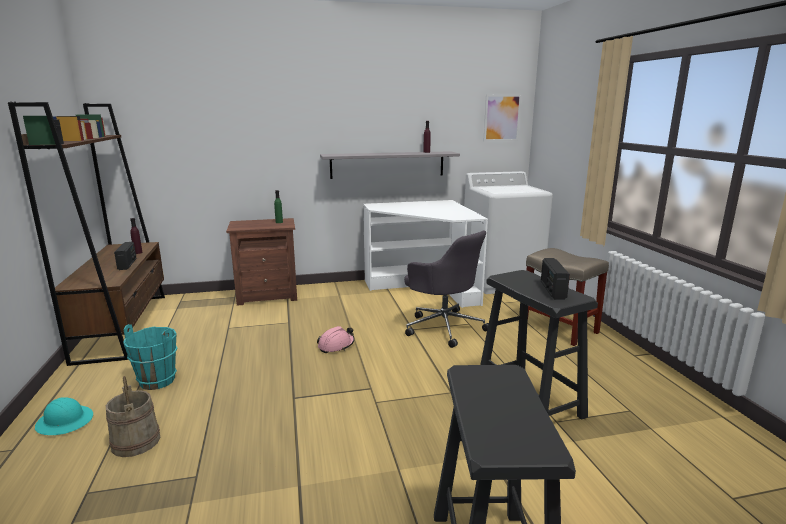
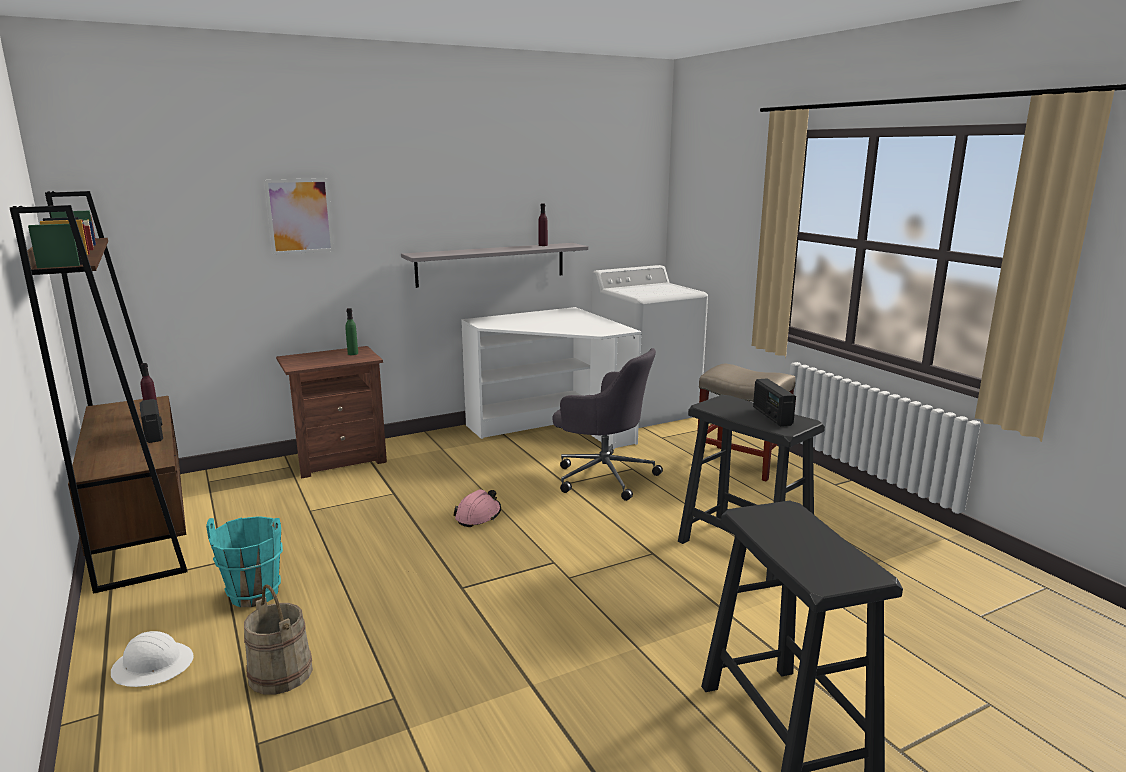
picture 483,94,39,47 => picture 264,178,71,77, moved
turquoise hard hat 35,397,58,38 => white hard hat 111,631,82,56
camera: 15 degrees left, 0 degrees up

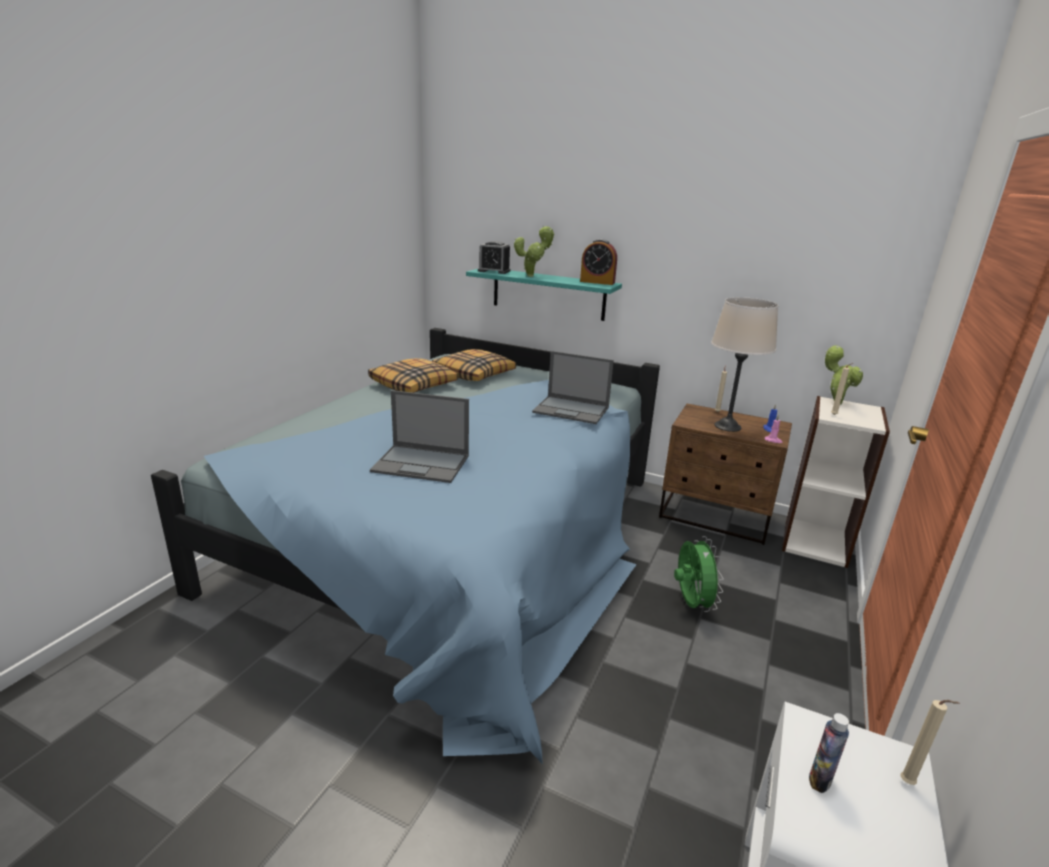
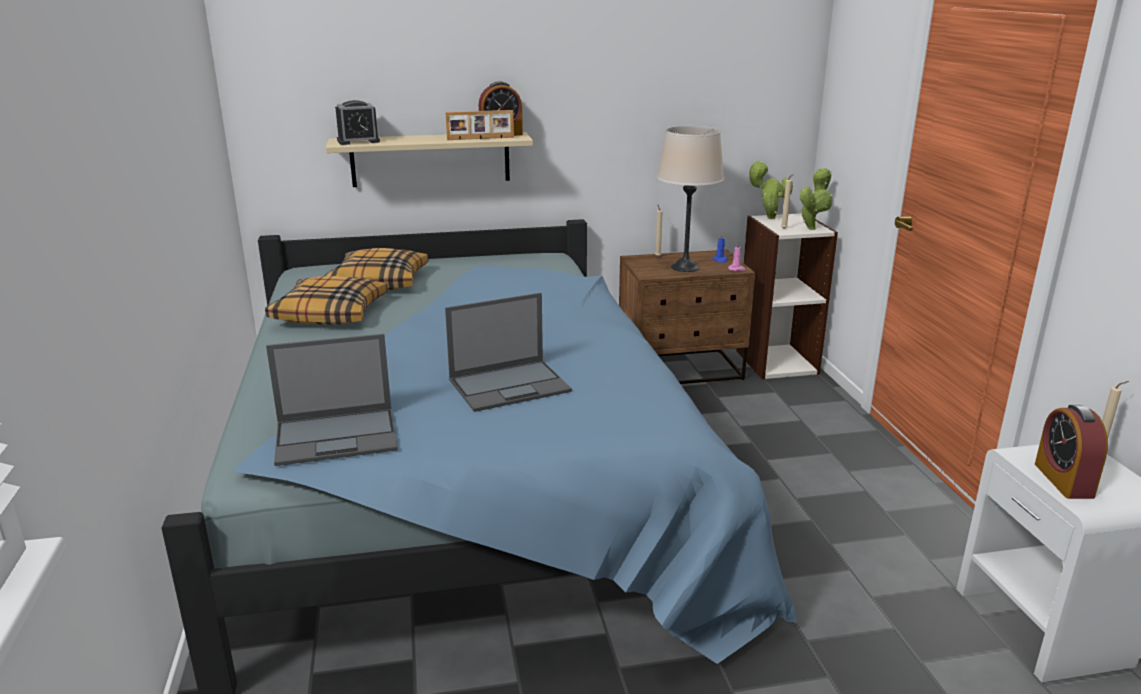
green fan 674,536,50,76 => nothing
nothing => picture frame 445,110,69,30
potted plant 514,225,40,52 => potted plant 800,168,32,62, moved
laptop 532,351,82,73 => laptop 266,334,132,132, moved
bottle 809,713,40,80 => alarm clock 1035,405,73,94
turquoise shelf 466,269,156,52 => beige shelf 326,132,207,55
camera: 35 degrees left, 0 degrees up

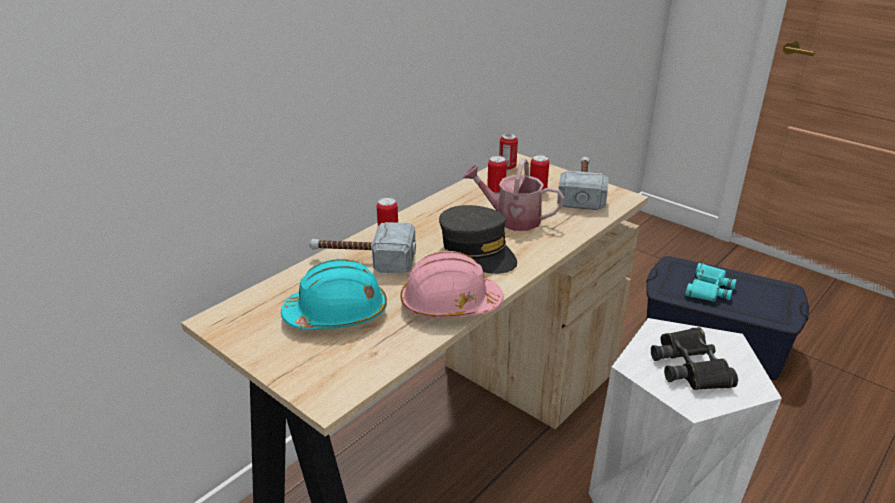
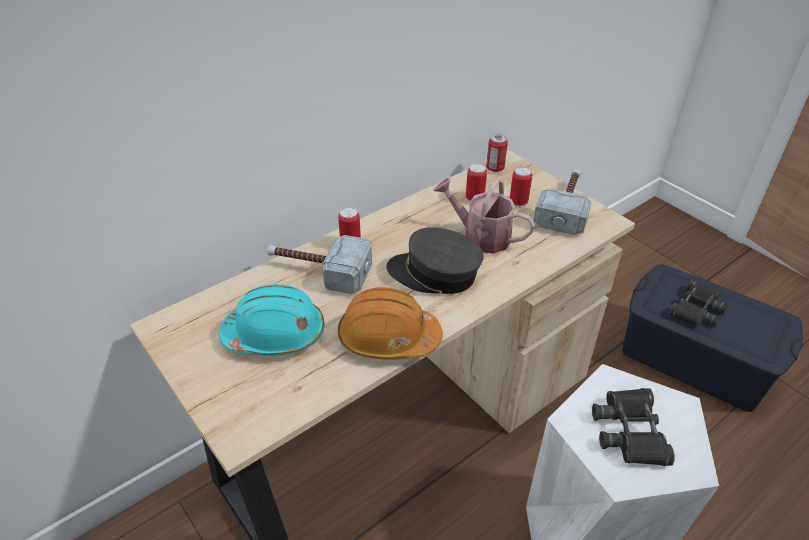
pink hard hat 401,251,103,67 => orange hard hat 338,287,105,73
turquoise binoculars 685,263,52,39 => black binoculars 669,279,60,47
grey cap 439,205,78,69 => grey cap 386,227,98,67, 135 degrees clockwise
camera: 10 degrees right, 10 degrees up

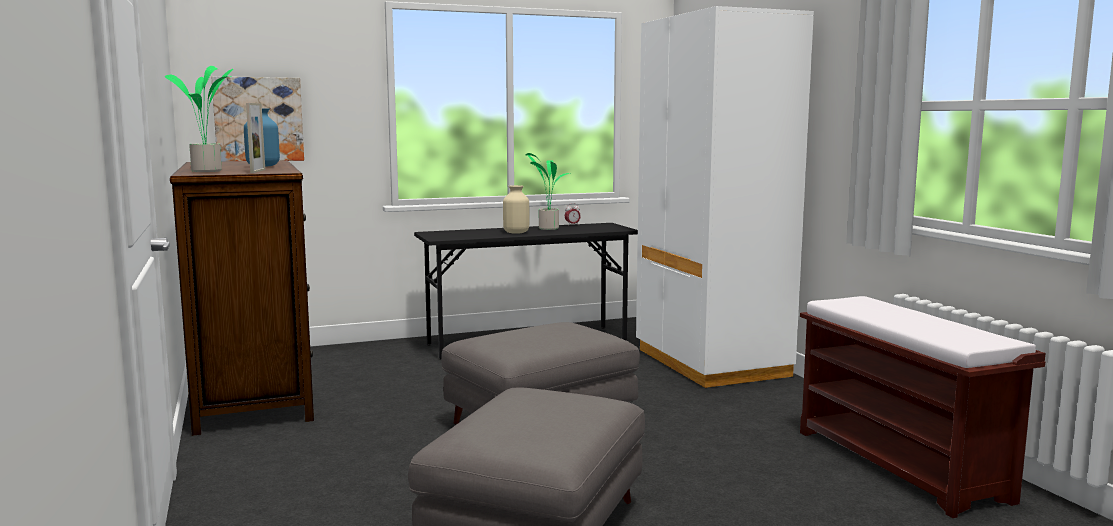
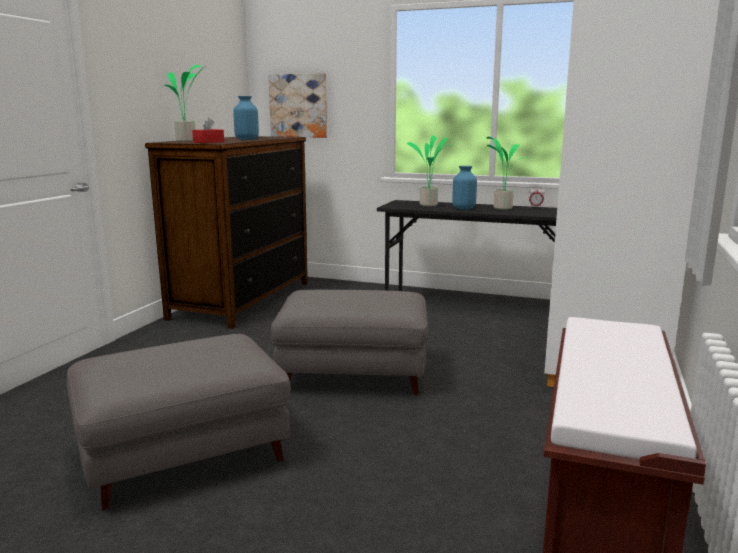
nothing => potted plant 407,135,41,71
picture frame 246,103,19,70 => red tissue box 192,118,32,25
beige vase 503,185,26,49 => blue vase 452,166,25,43
camera: 40 degrees right, 5 degrees up

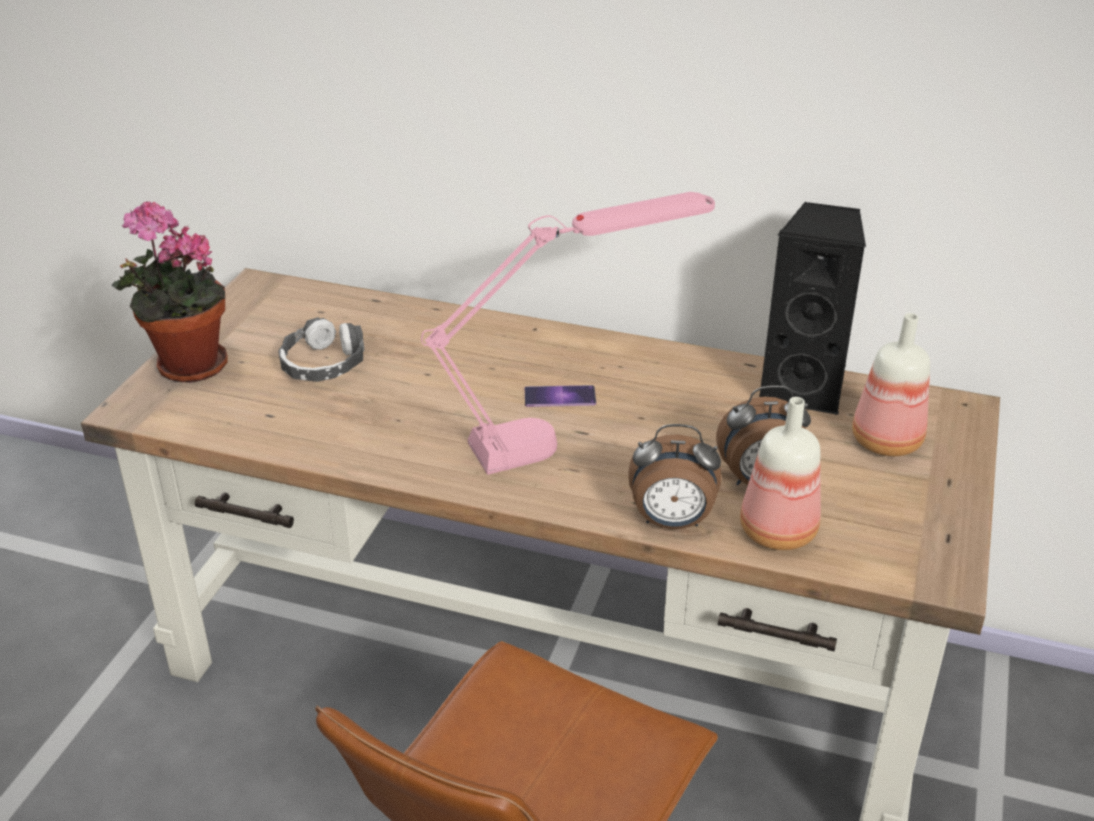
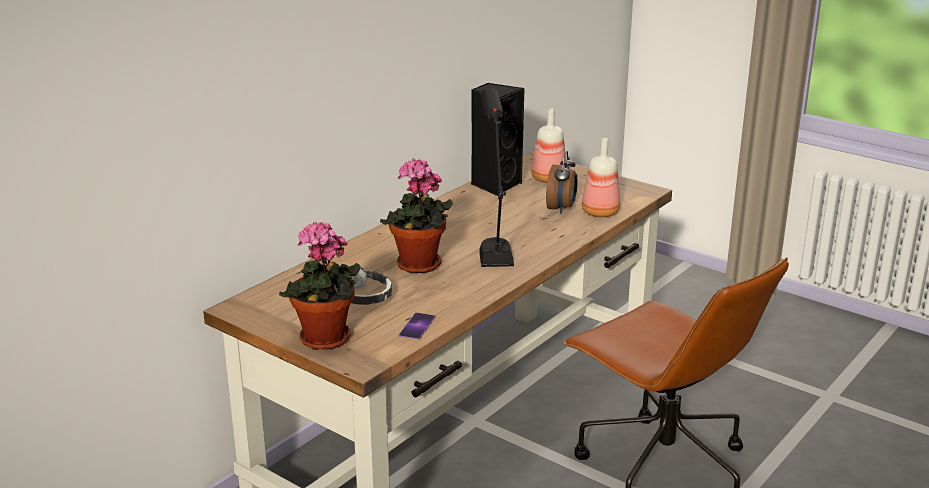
alarm clock 628,424,93,105 => nothing
nothing => potted plant 380,159,73,114
phone 525,385,71,22 => phone 399,313,36,27, moved
pink table lamp 421,192,294,283 => black table lamp 479,88,35,179
camera: 70 degrees left, 10 degrees down

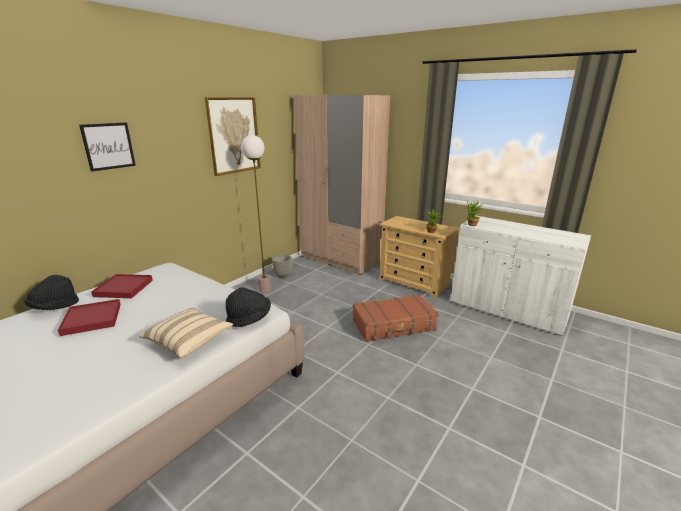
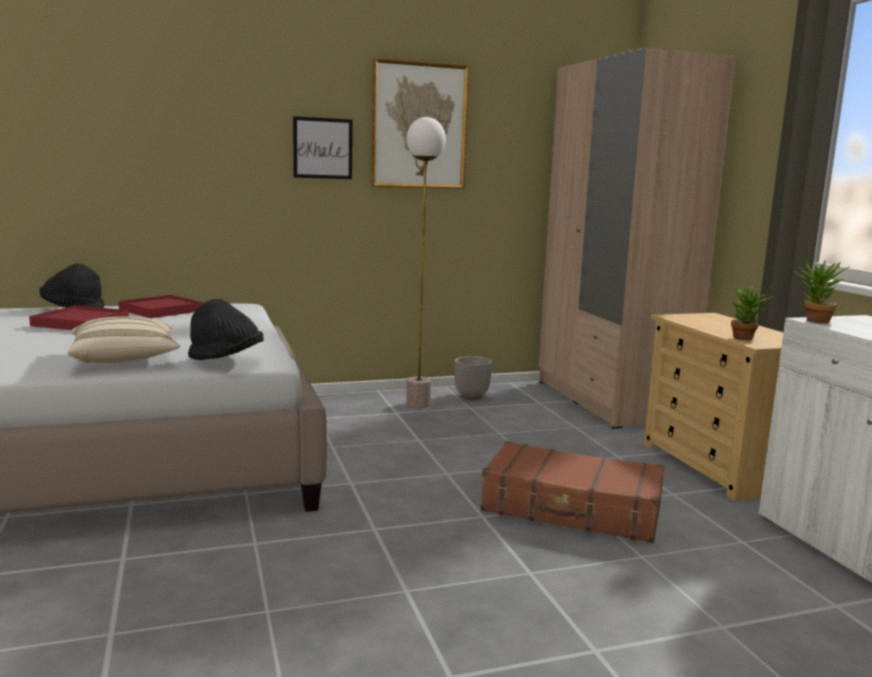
picture 79,123,57,49 => picture 293,116,60,63, moved
camera: 35 degrees right, 10 degrees down

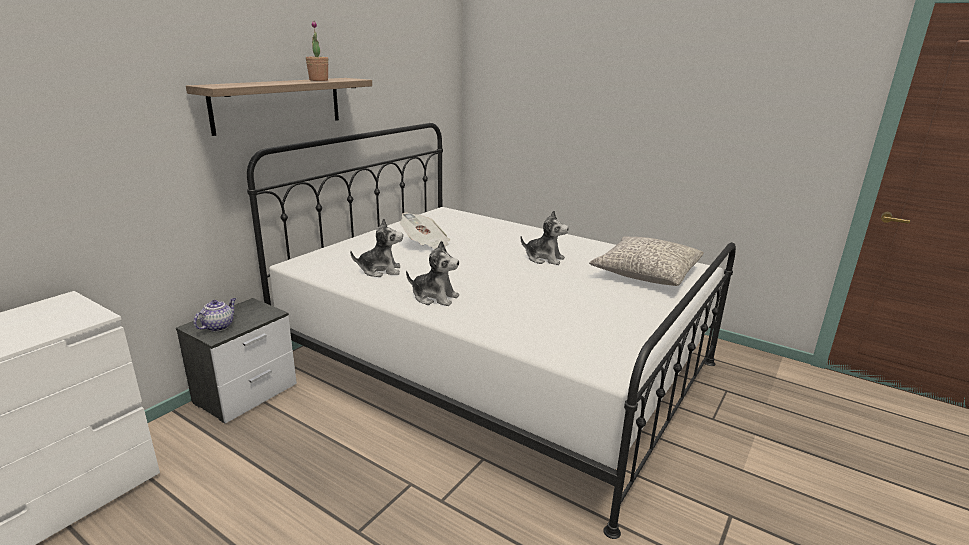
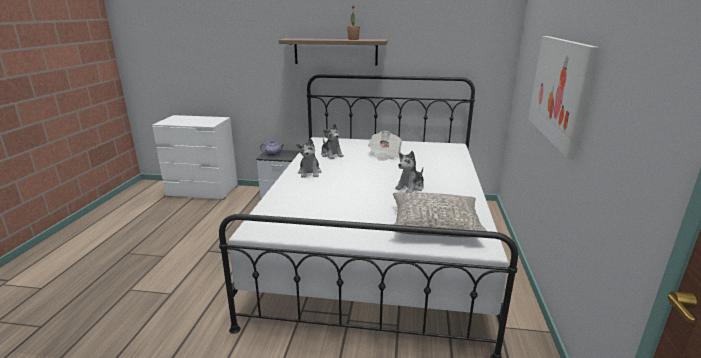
nothing => picture 528,36,71,123
plush toy 521,210,48,55 => plush toy 395,151,29,42, 45 degrees clockwise
camera: 65 degrees right, 0 degrees up

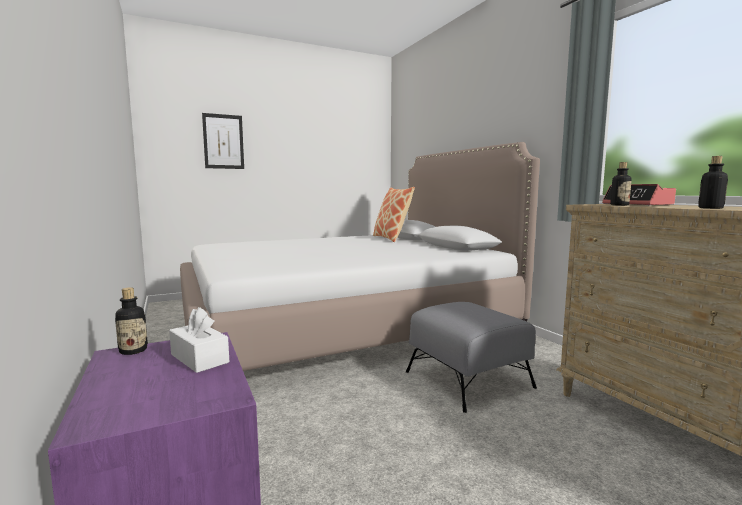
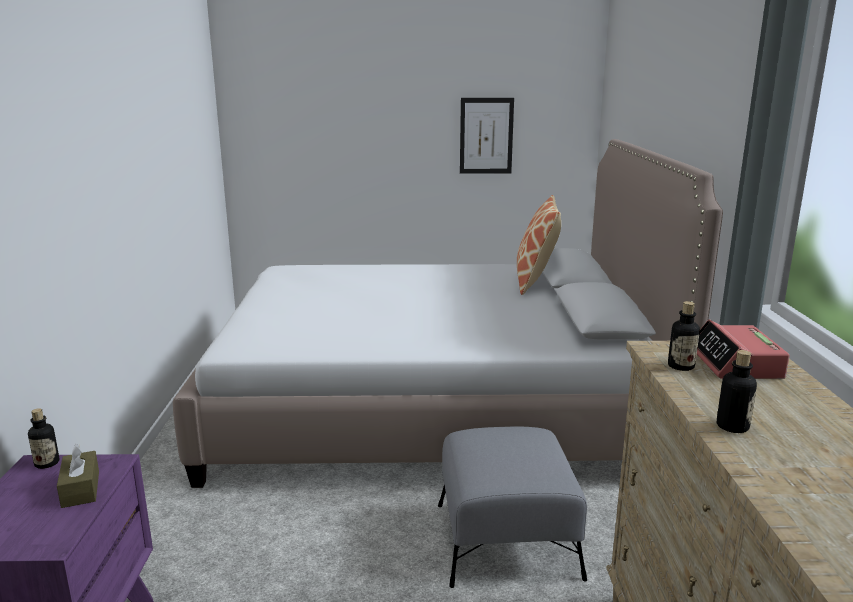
picture 202,113,42,56 => picture 460,98,54,76, moved
white tissue box 169,307,60,66 => brown tissue box 57,444,42,64
camera: 25 degrees right, 10 degrees up

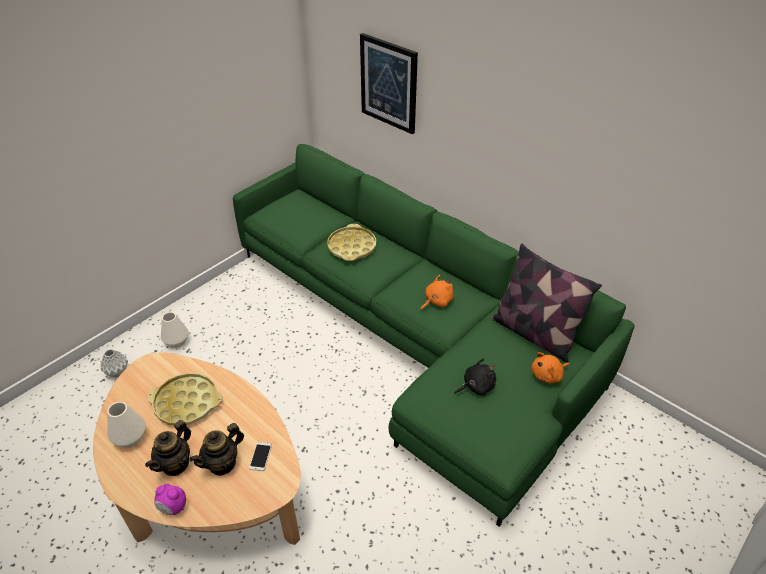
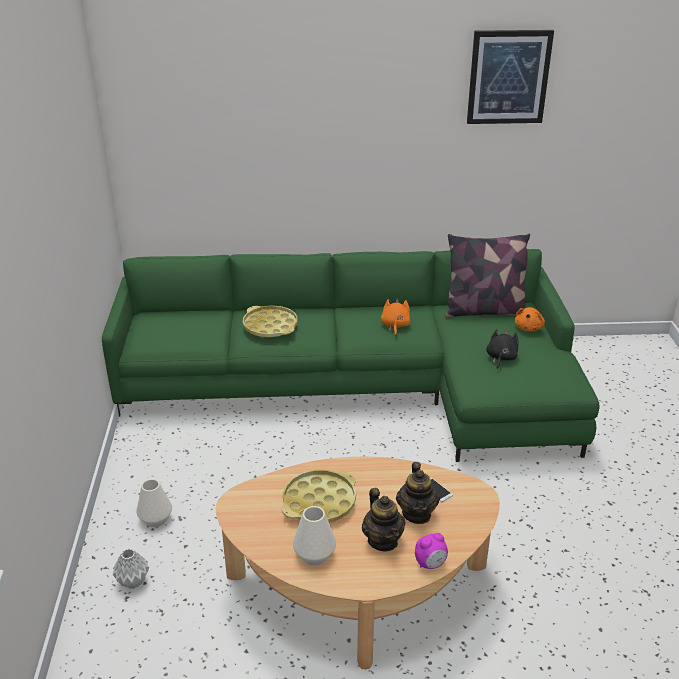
picture 360,33,58,101 => picture 467,30,87,94, moved
camera: 45 degrees left, 10 degrees down

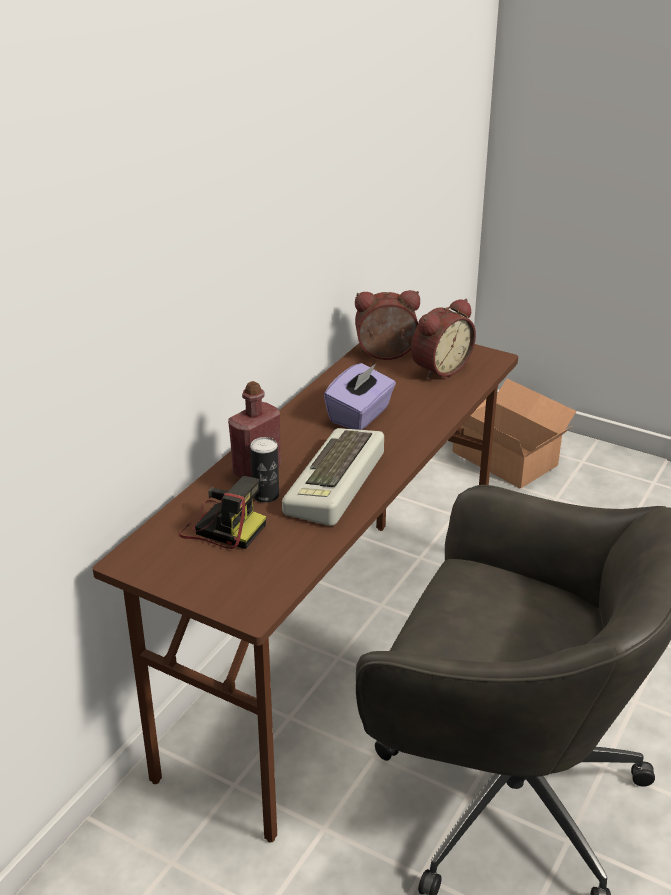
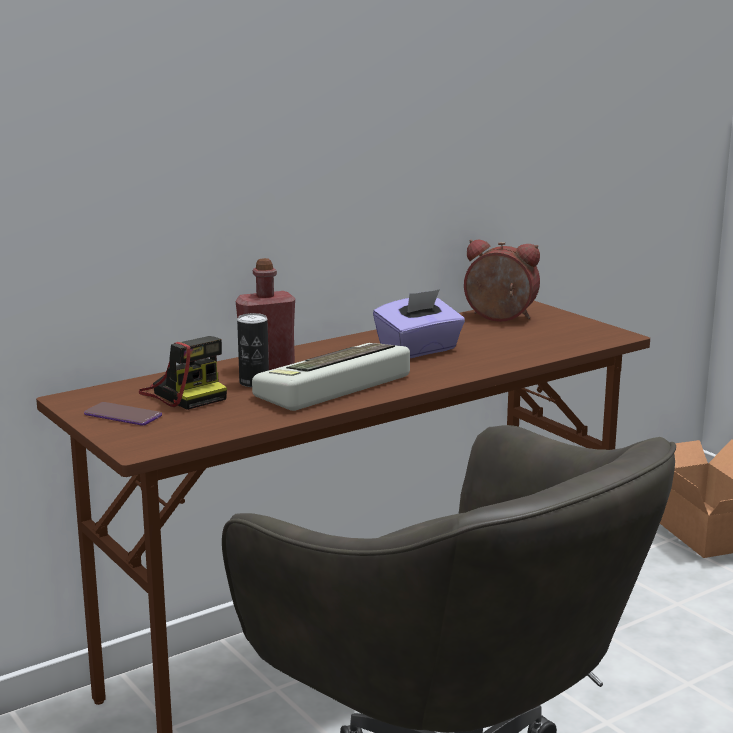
alarm clock 411,299,65,81 => nothing
nothing => phone 84,402,78,24
camera: 25 degrees right, 15 degrees down

